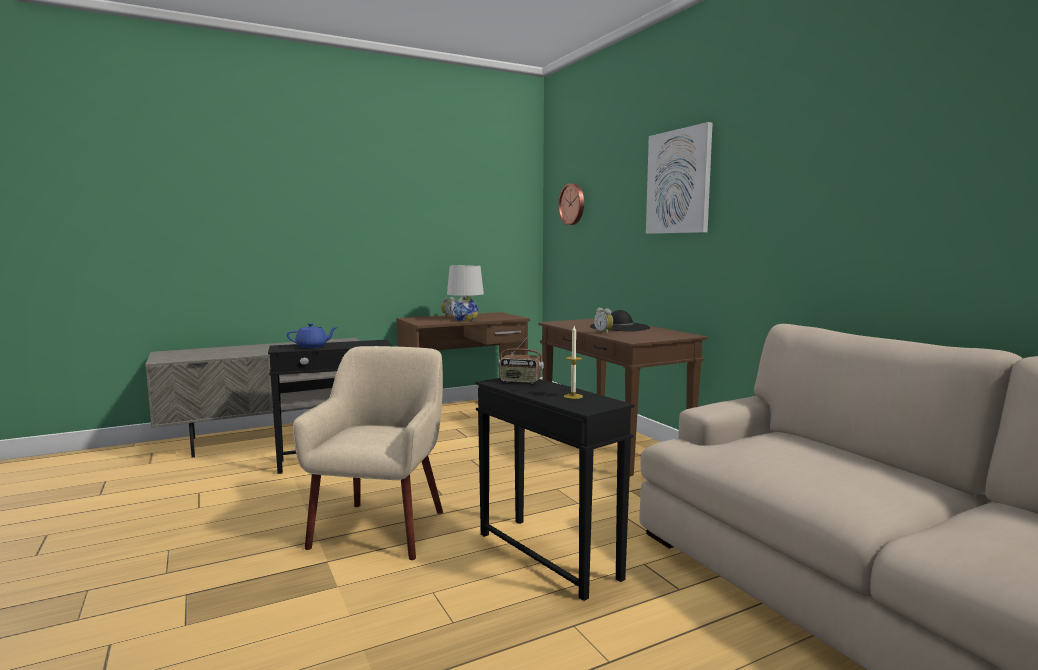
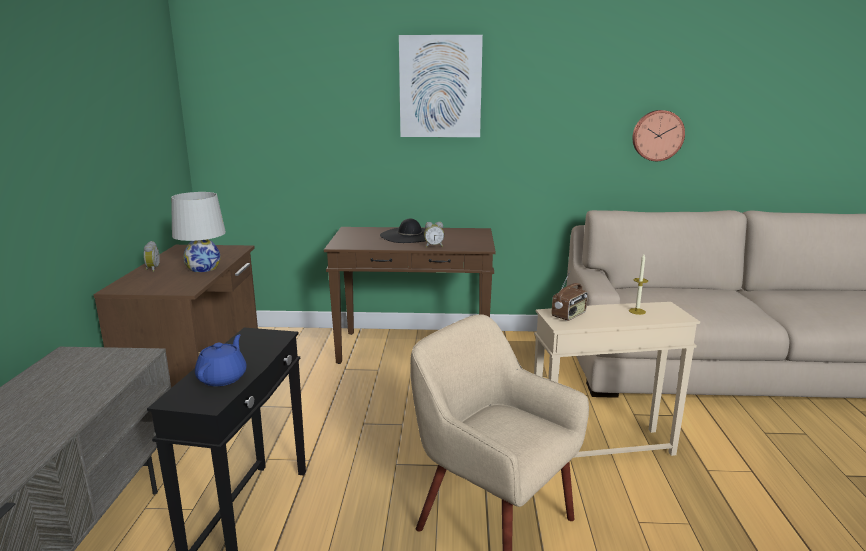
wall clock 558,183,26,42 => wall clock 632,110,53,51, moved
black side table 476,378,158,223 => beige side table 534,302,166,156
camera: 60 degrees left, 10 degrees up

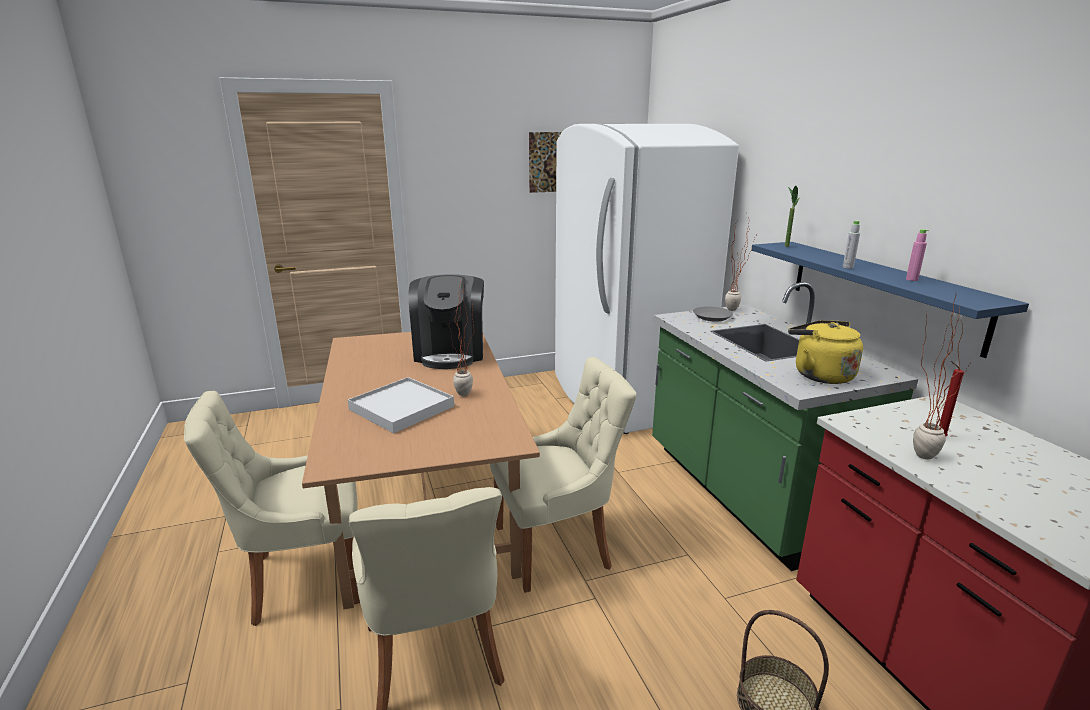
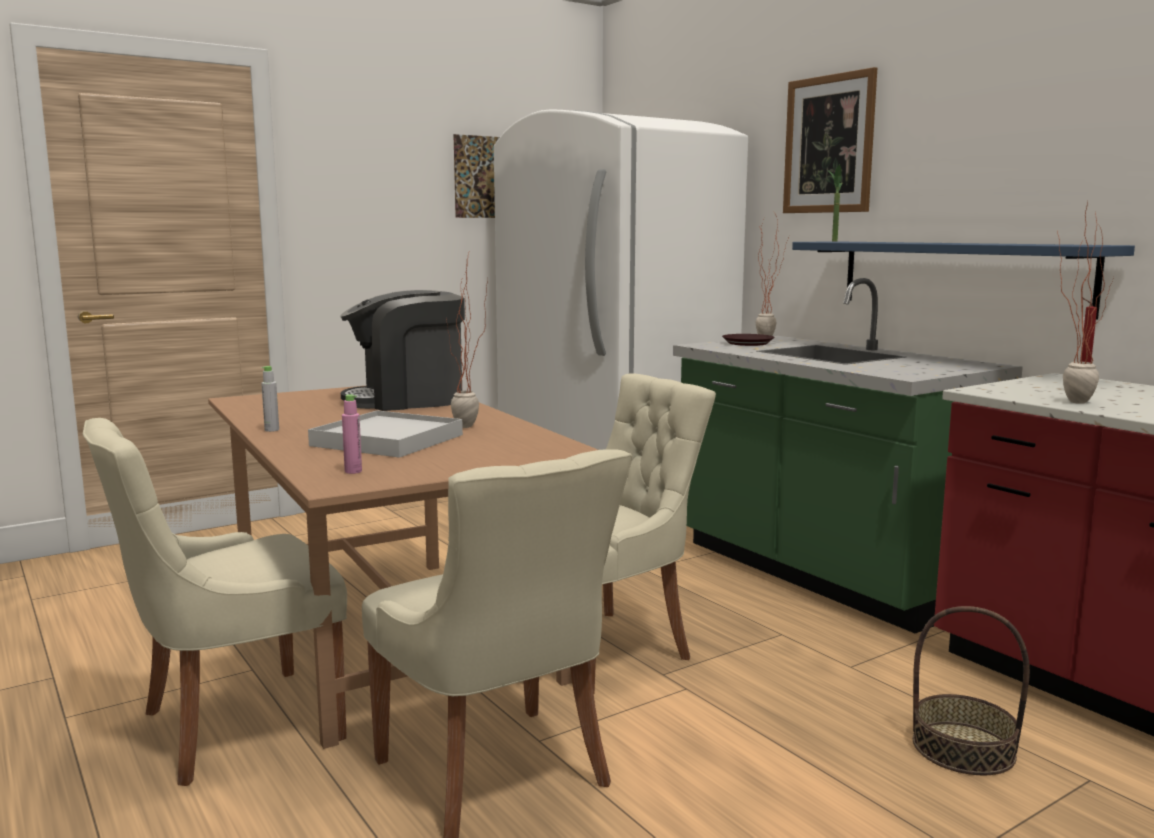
yellow kettle 788,320,75,64 => nothing
nothing => picture 783,67,94,146
grey bottle 843,220,17,49 => grey bottle 261,366,18,66, moved
pink bottle 906,229,23,52 => pink bottle 342,394,20,80, moved
grey plate 693,306,40,16 => brown plate 722,334,52,12
coffee machine 409,274,75,95 => coffee machine 340,290,125,121, 90 degrees clockwise
camera: 15 degrees left, 10 degrees down

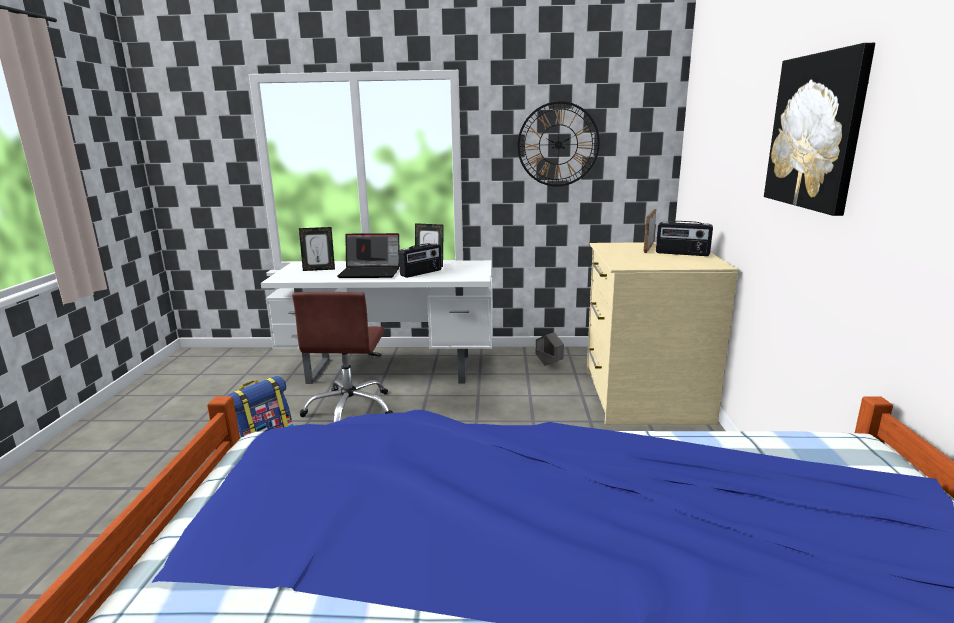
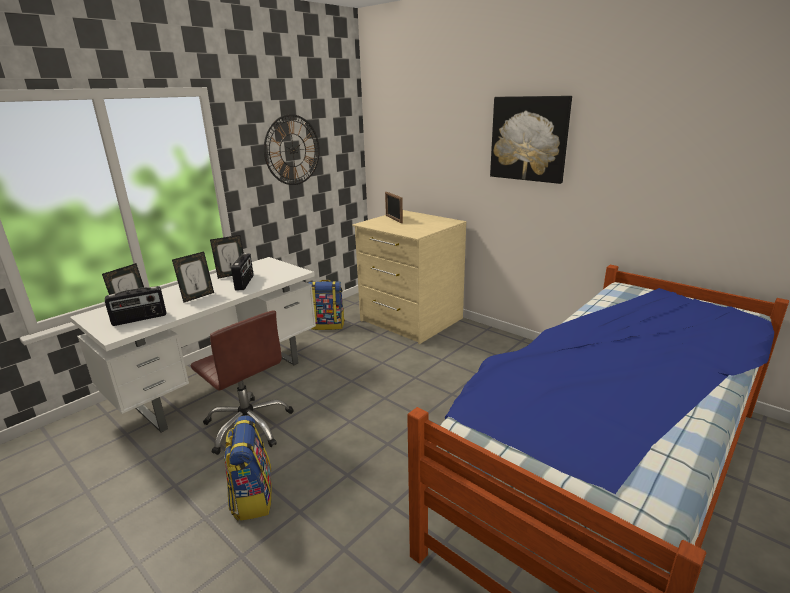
radio 656,221,57,35 => radio 105,286,62,40, moved
laptop 337,233,63,45 => picture frame 172,252,42,51
grey planter 536,332,28,34 => backpack 308,280,37,50
camera: 50 degrees left, 5 degrees up

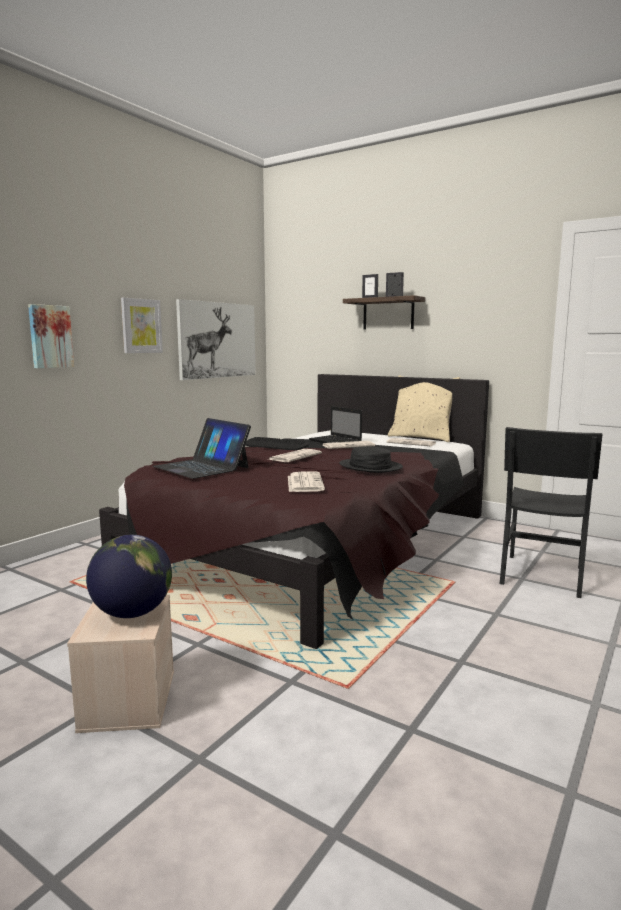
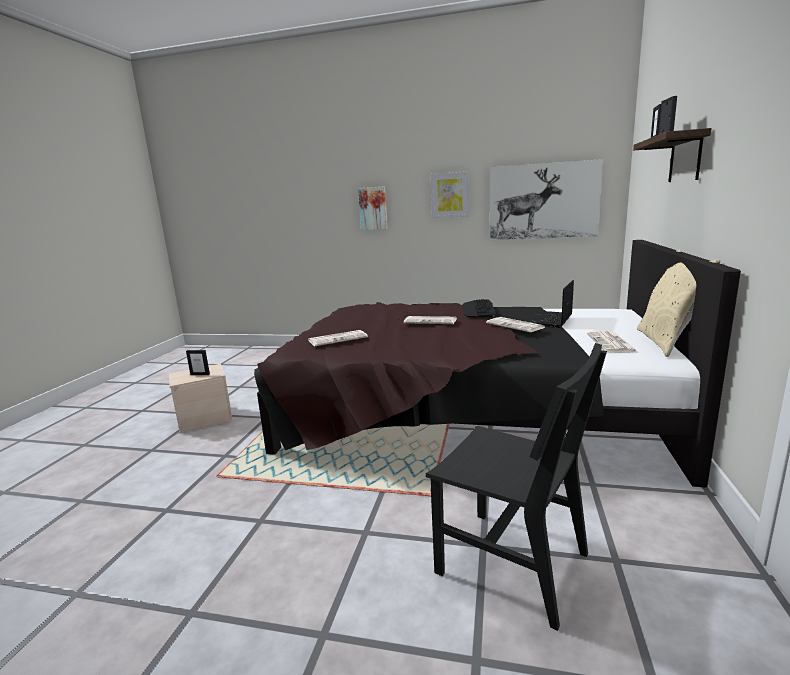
laptop 153,418,98,61 => nothing
black hat 339,446,64,27 => nothing
globe 86,535,86,83 => picture frame 186,350,24,25
black chair 500,427,103,171 => black chair 426,343,181,288, 150 degrees counterclockwise
camera: 70 degrees right, 5 degrees up

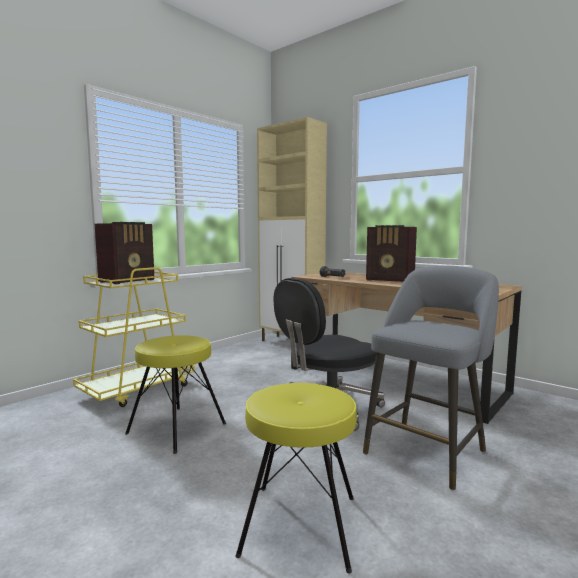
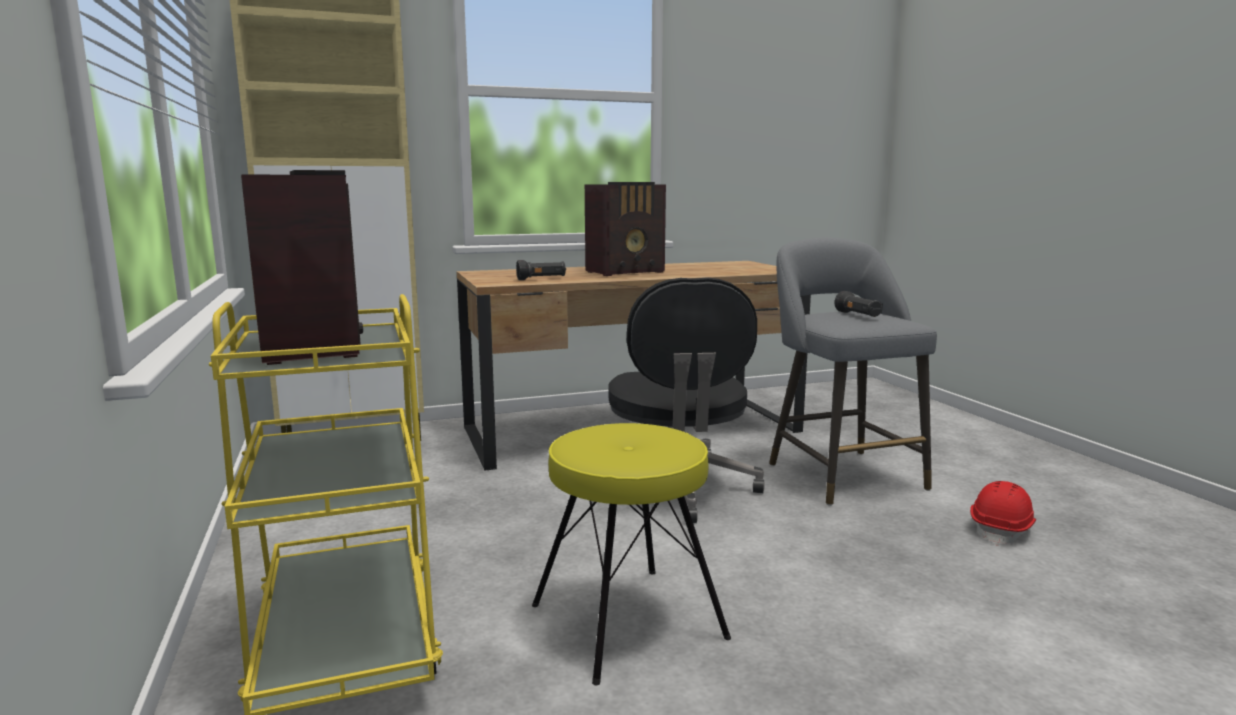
yellow stool 236,383,121,191 => nothing
nothing => black flashlight 834,291,49,26
nothing => red hard hat 970,481,66,65
camera: 60 degrees left, 5 degrees up

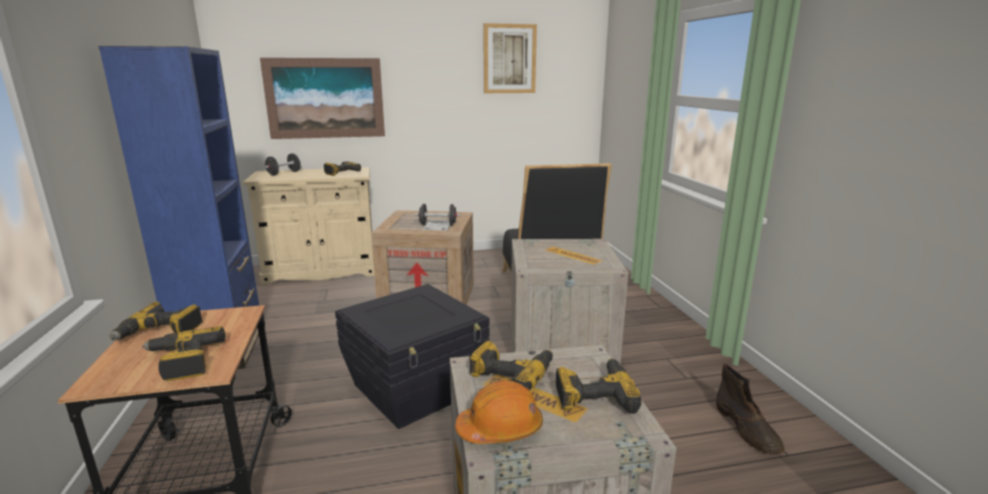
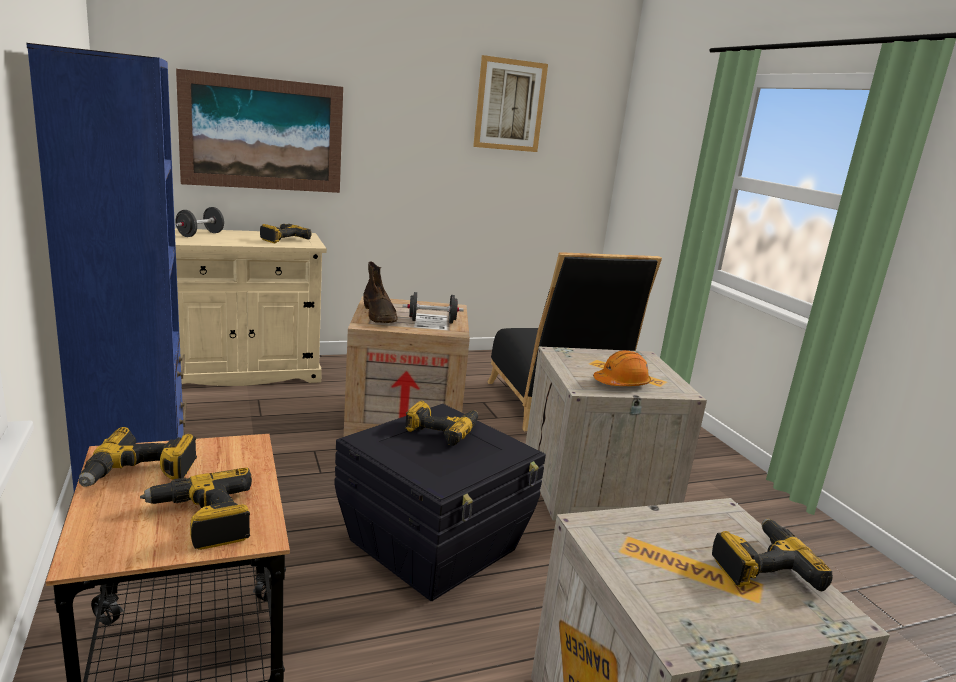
orange hard hat 455,380,88,64 => orange hard hat 593,350,58,36, moved
power drill 469,341,84,49 => power drill 405,401,73,45, moved
brown boot 716,364,69,91 => brown boot 363,261,35,62, moved
camera: 10 degrees left, 0 degrees up

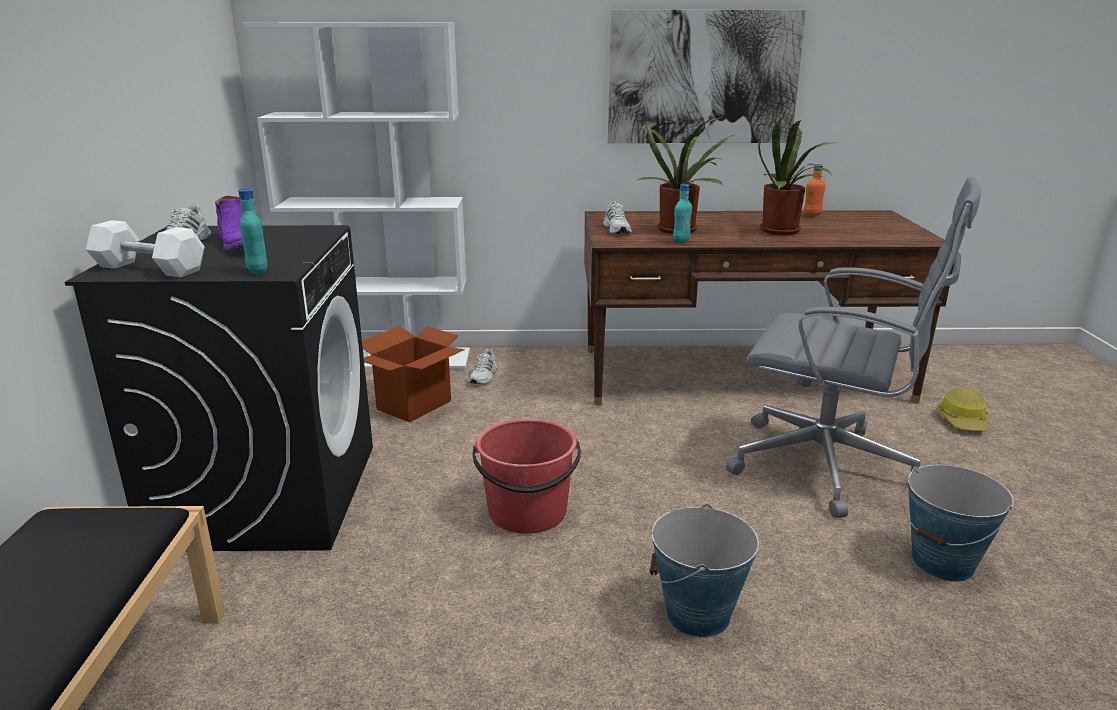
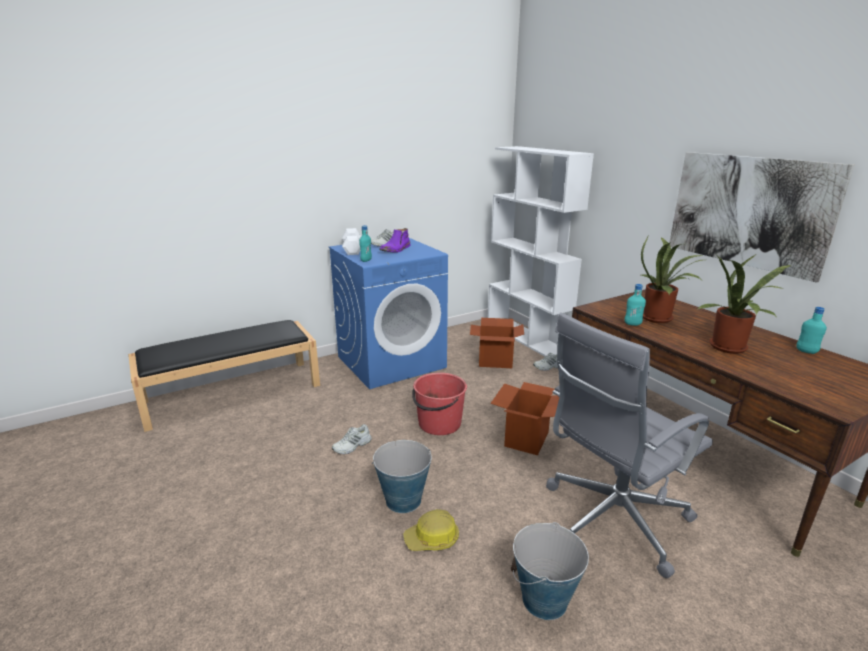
nothing => cardboard box 491,382,68,73
white shoe 603,201,29,33 => white shoe 332,424,39,30, moved
hard hat 937,387,52,44 => hard hat 403,509,56,42, moved
black washing machine 65,225,308,326 => blue washing machine 329,238,119,151
orange bottle 803,164,23,53 => turquoise bottle 796,307,31,47
grey office chair 726,177,255,341 => grey office chair 546,313,167,265, 60 degrees clockwise
camera: 60 degrees right, 0 degrees up

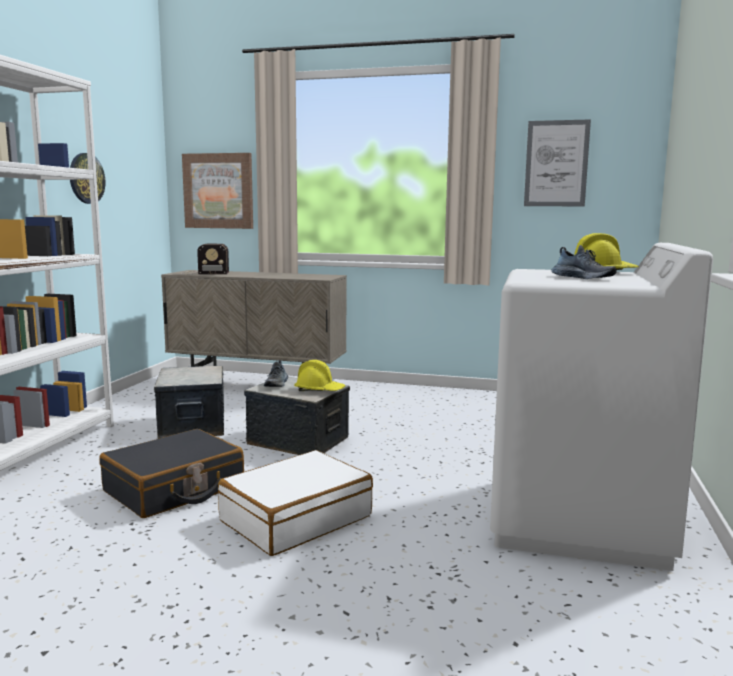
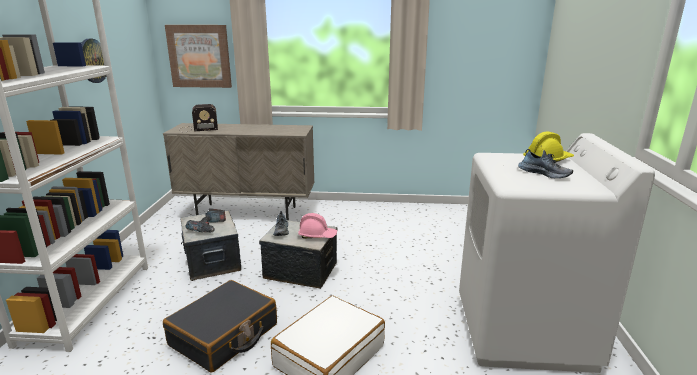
picture 524,119,67,87 => nothing
nothing => power drill 186,208,40,24
yellow hard hat 294,360,52,31 => pink hard hat 298,213,39,25
camera: 10 degrees left, 10 degrees up

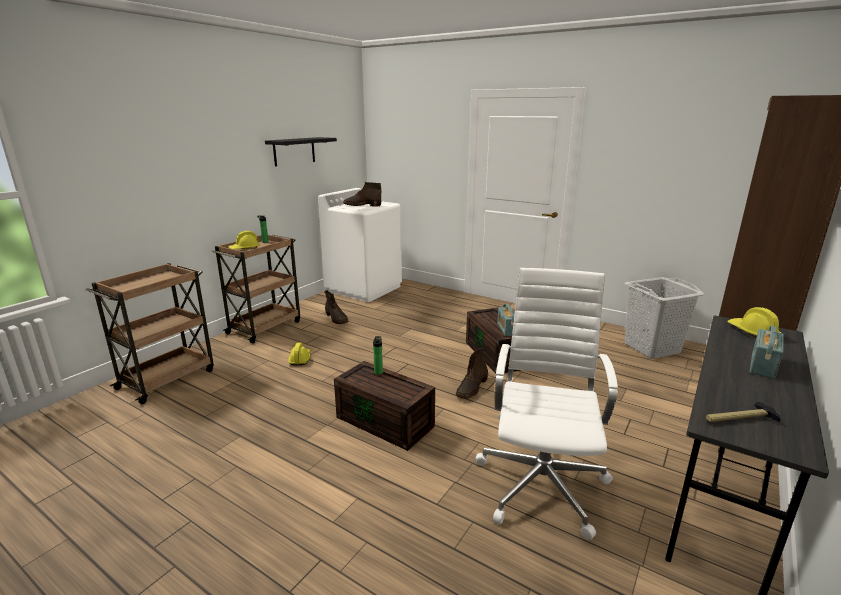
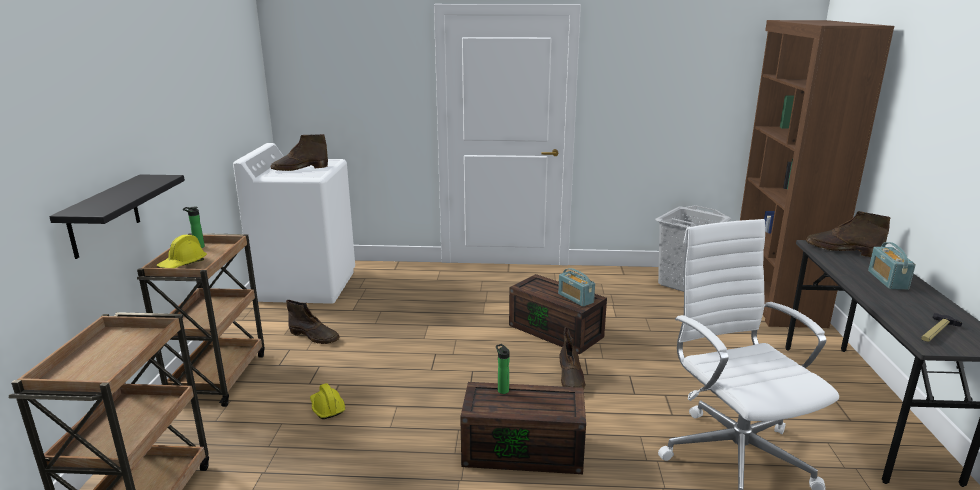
black shelf 265,137,72,29 => black shelf 49,174,136,85, moved
yellow hard hat 727,307,54,31 => brown boot 806,211,85,46
camera: 30 degrees left, 0 degrees up

